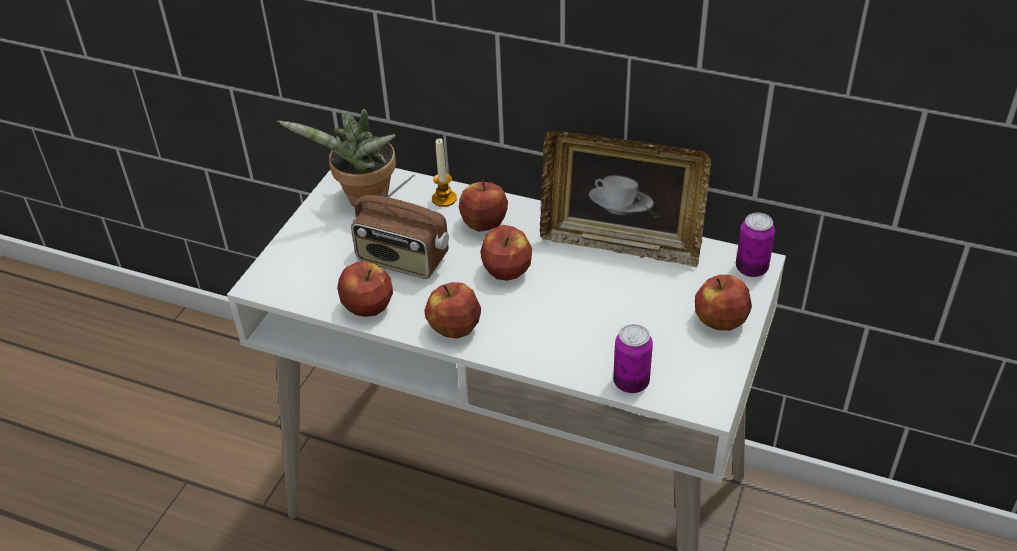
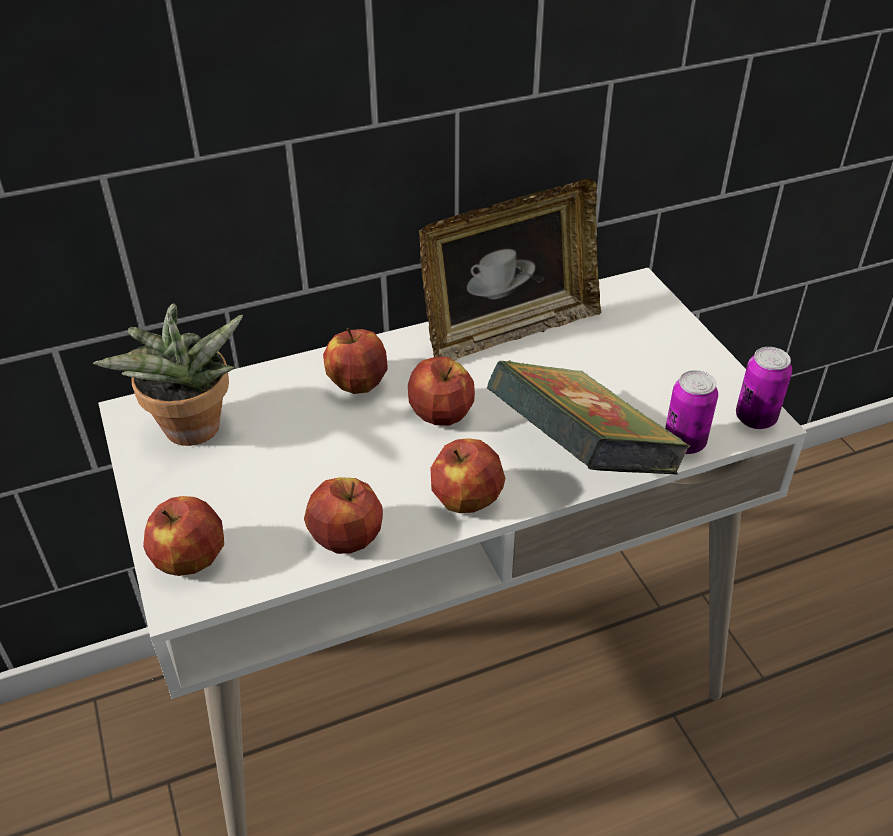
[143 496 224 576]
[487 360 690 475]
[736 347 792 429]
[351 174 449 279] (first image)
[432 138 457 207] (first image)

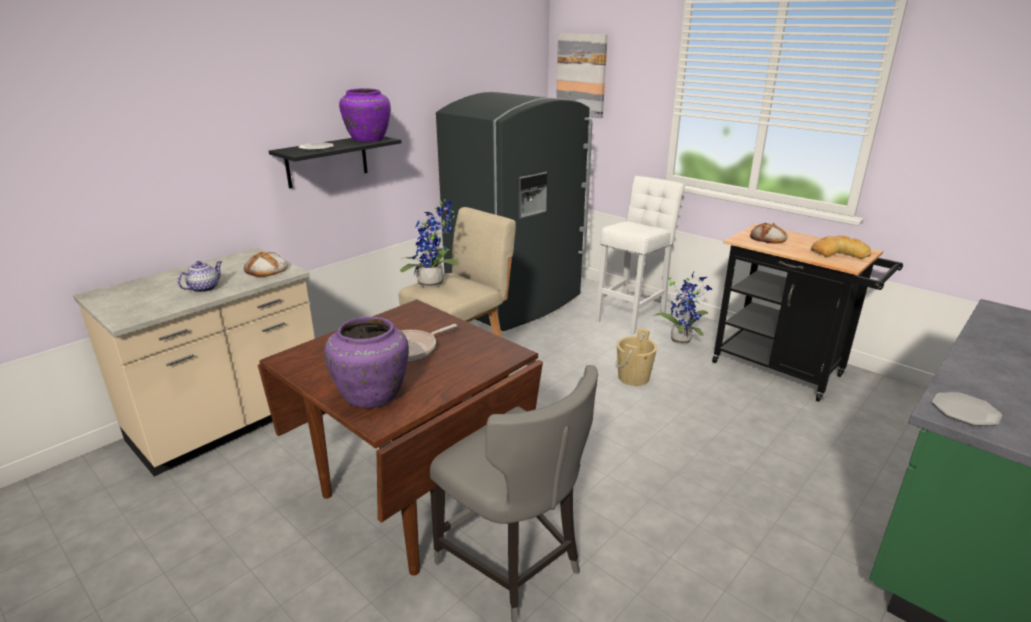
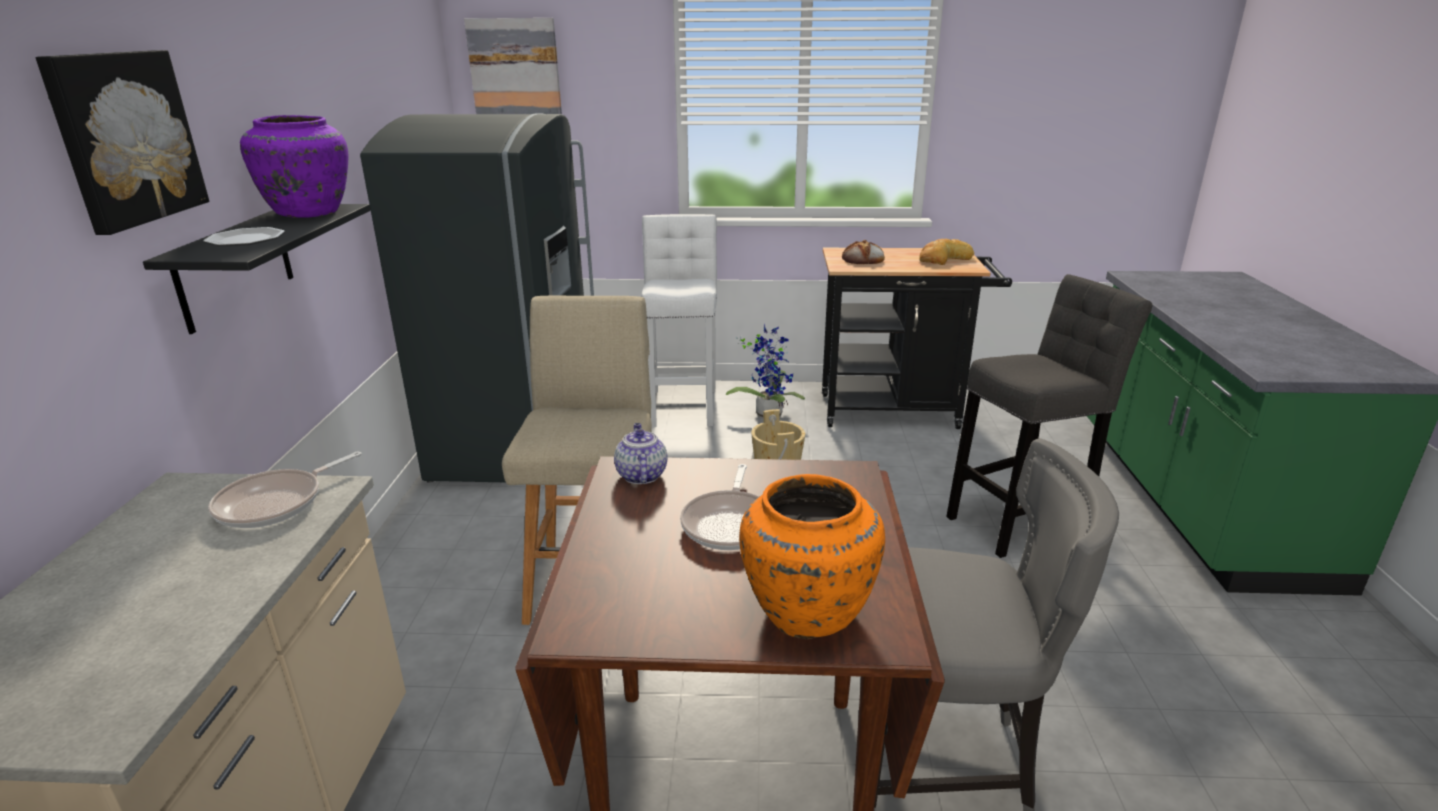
[35 50 209 235]
[208 452 361 528]
[614 423 668 484]
[739 474 885 639]
[946 274 1152 558]
[400 199 459 288] (first image)
[932 393 1002 426] (first image)

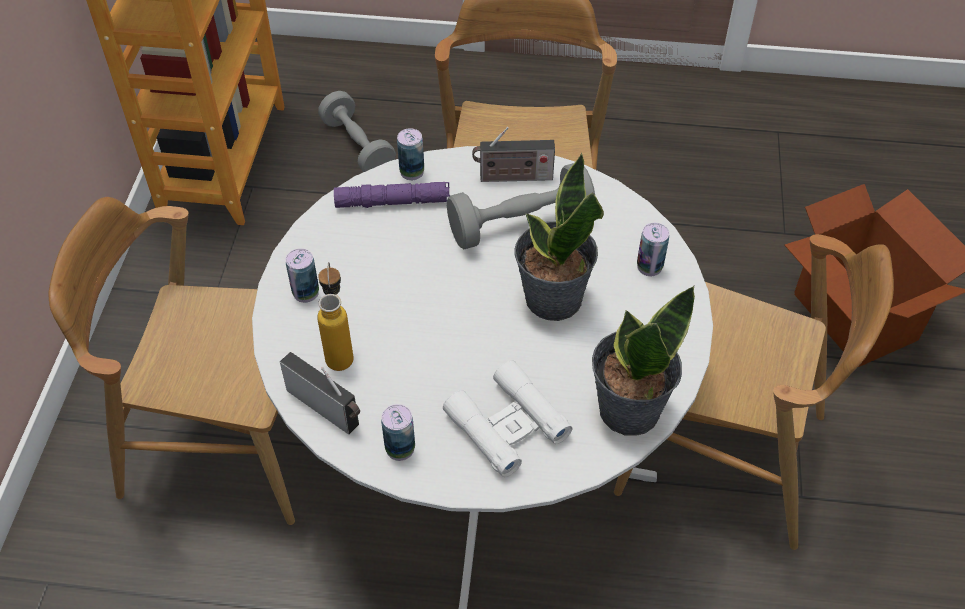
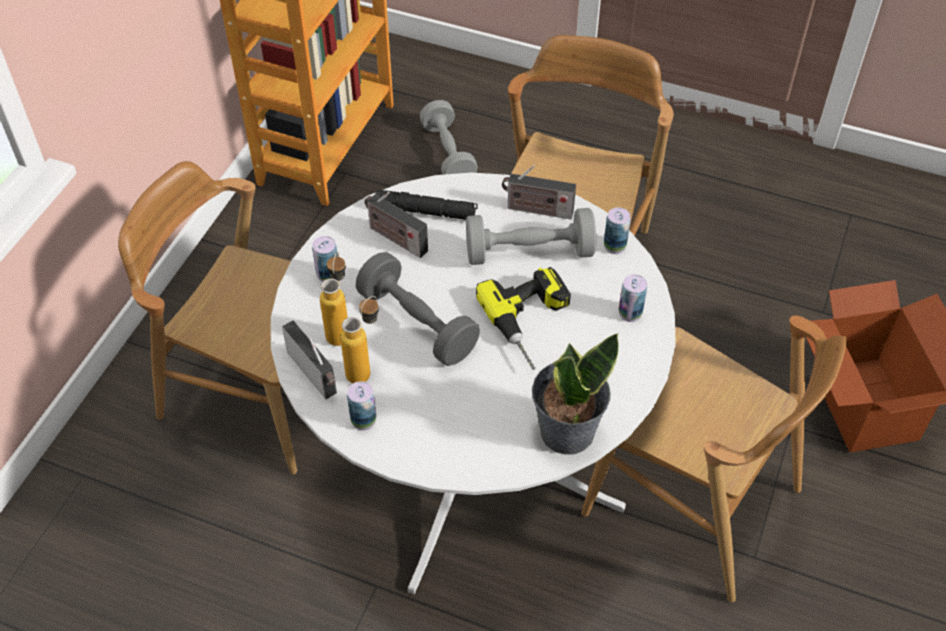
[340 296 379 383]
[356 252 480 366]
[364 192 428 258]
[375 190 478 220]
[476 267 571 370]
[604 207 631 254]
[443 360 572 477] (first image)

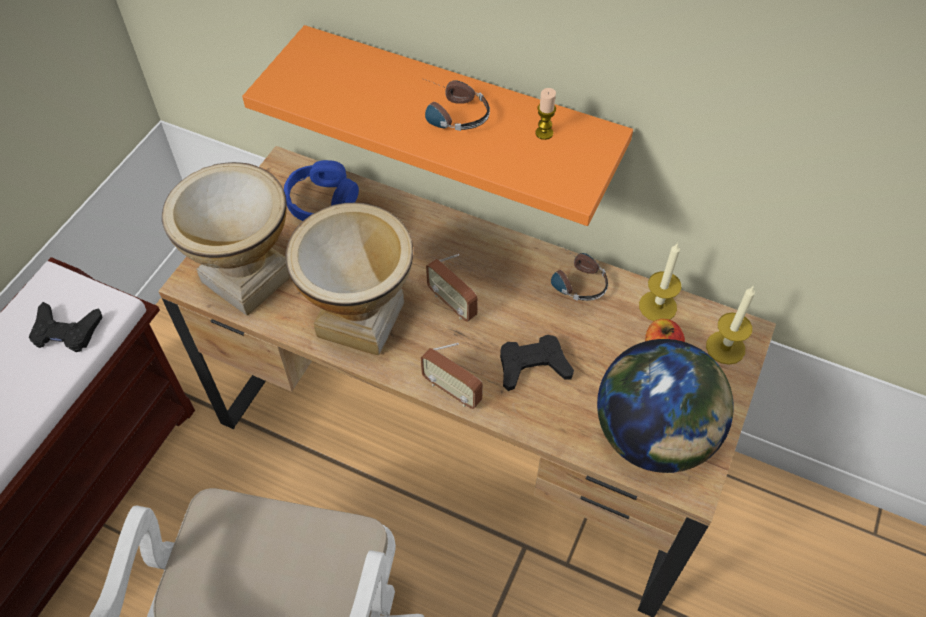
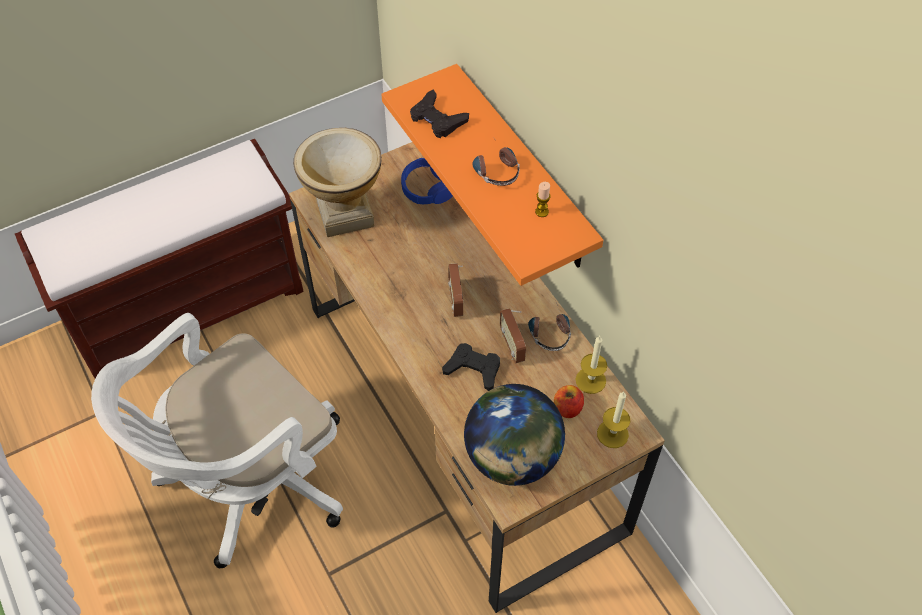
[410 89 469 138]
[499 308 526 363]
[285 203 413 355] (first image)

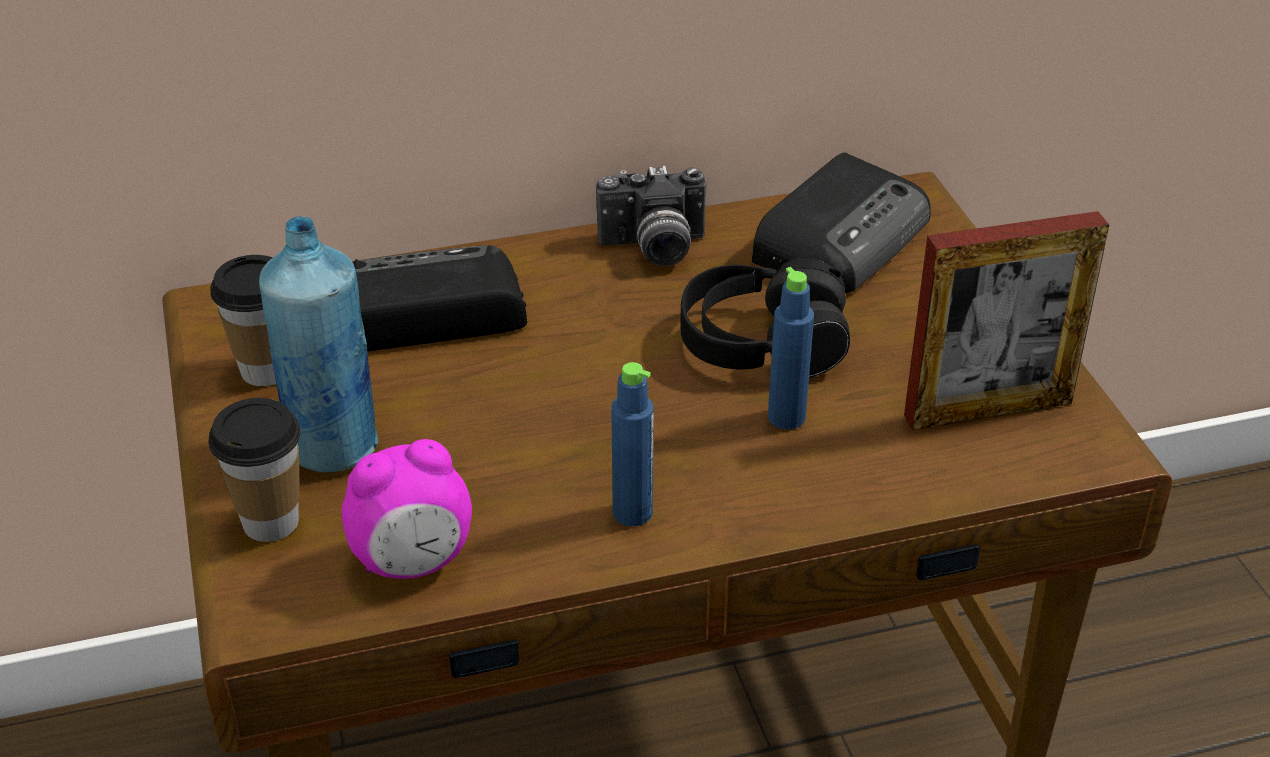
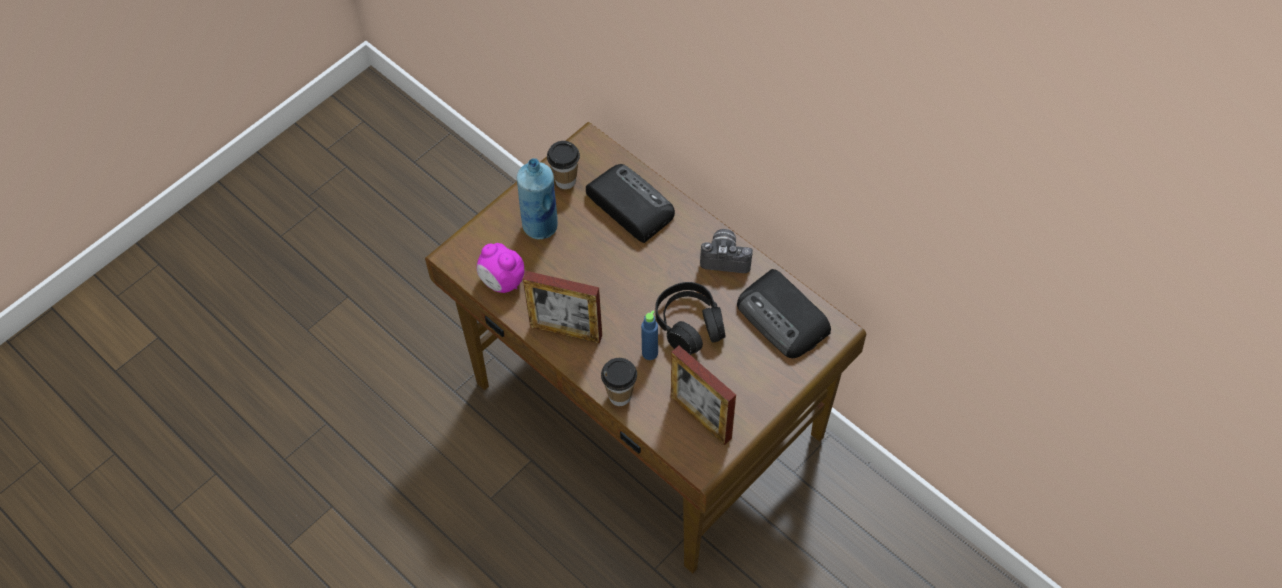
[523 271 602 344]
[601 358 637 406]
[700 229 753 273]
[737 269 831 358]

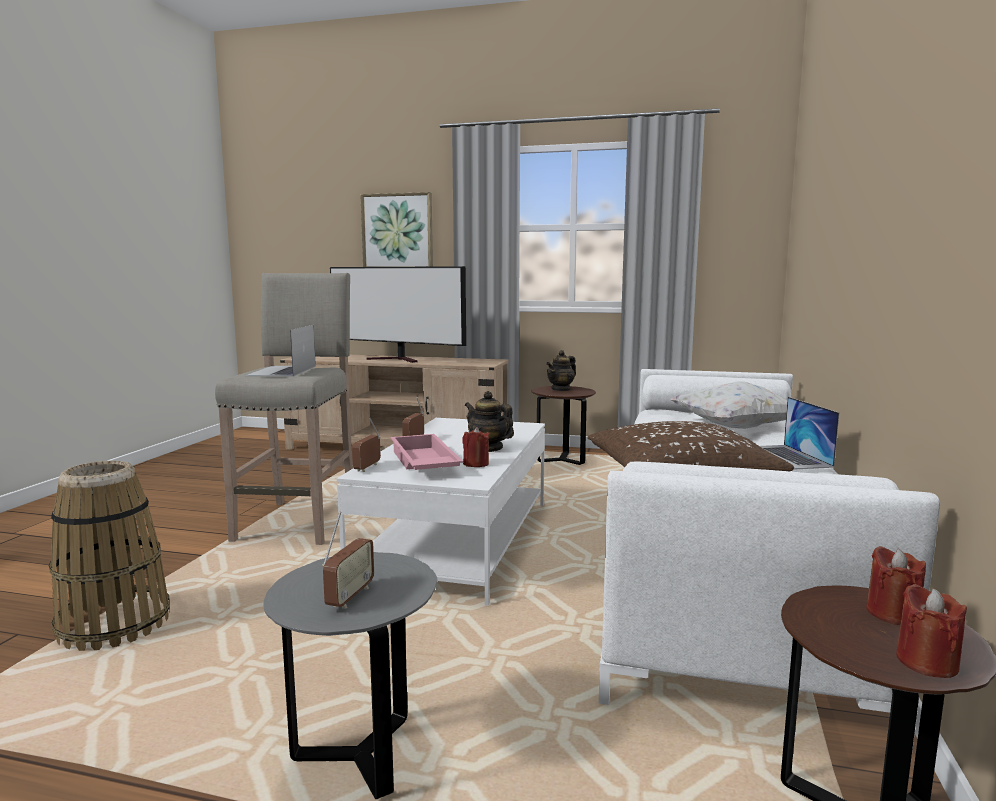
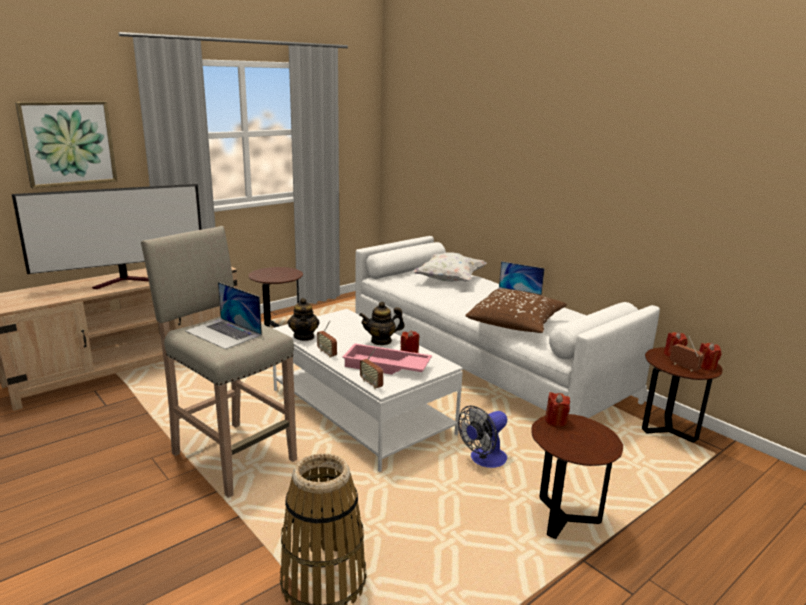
[288 298 320 341]
[458 406 507 468]
[531 414 623 539]
[545 392 570 427]
[670 335 703 372]

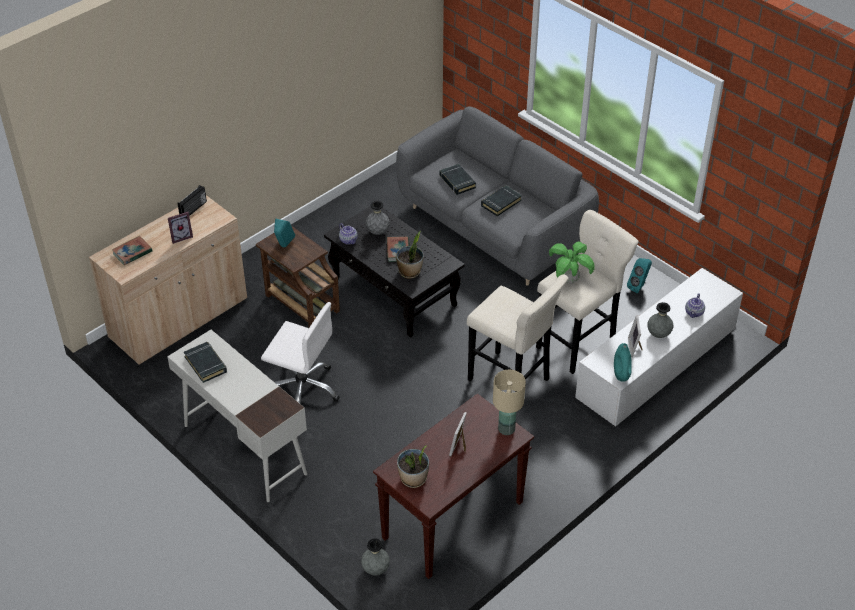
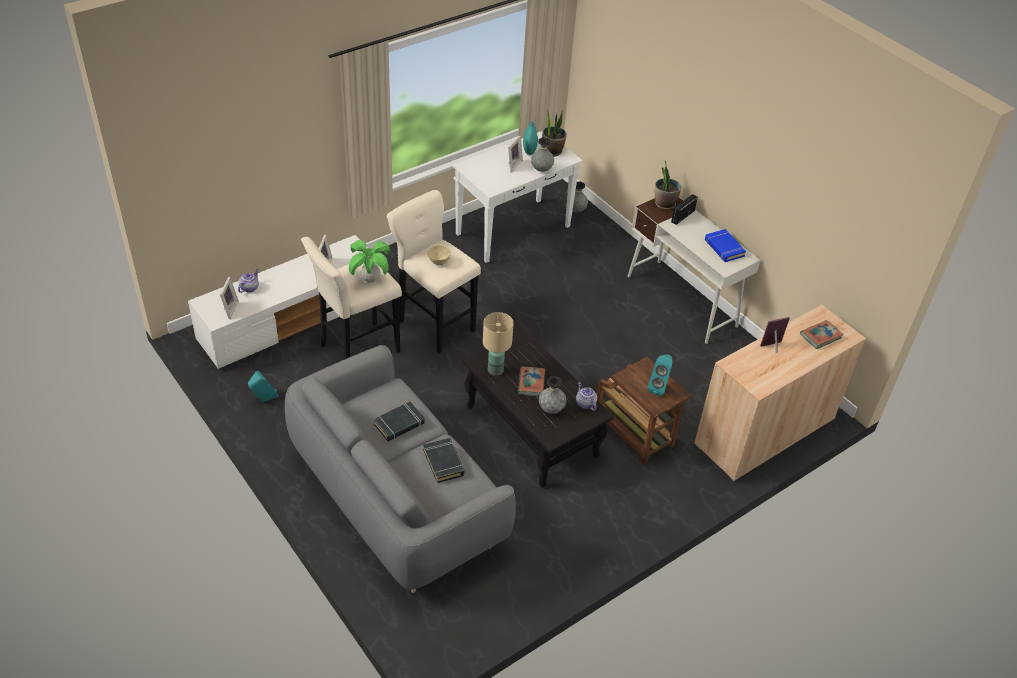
[220 277 239 319]
[428 245 451 265]
[453 131 583 263]
[483 312 514 376]
[523 122 538 155]
[531 137 554 172]
[655 160 681 210]
[671 194 698 225]
[705 229 746 262]
[261 302 340 404] (first image)

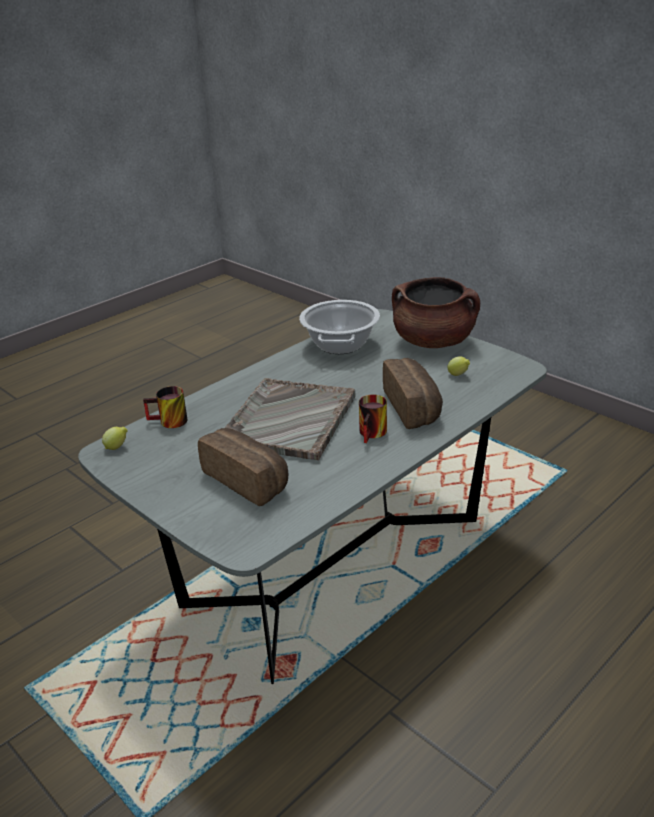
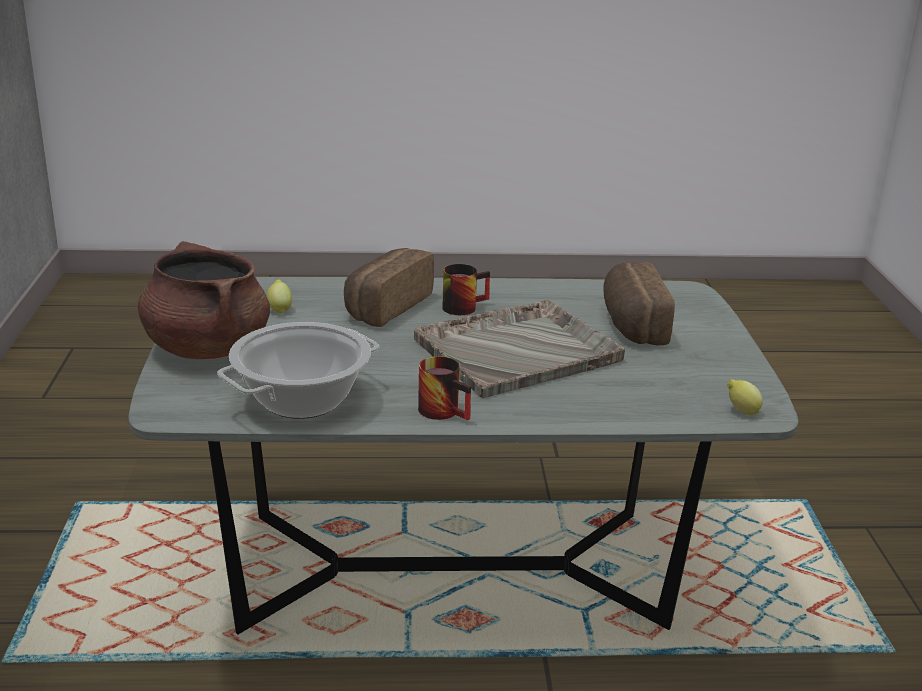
[418 356 471 421]

